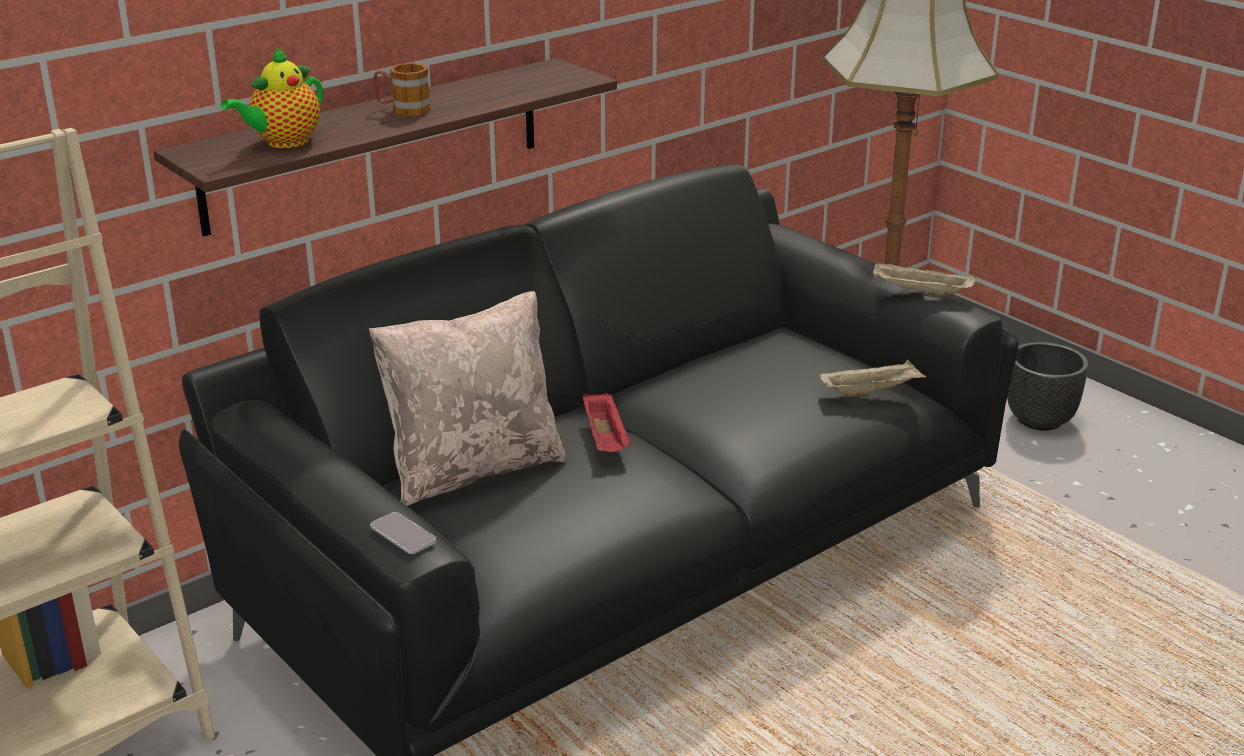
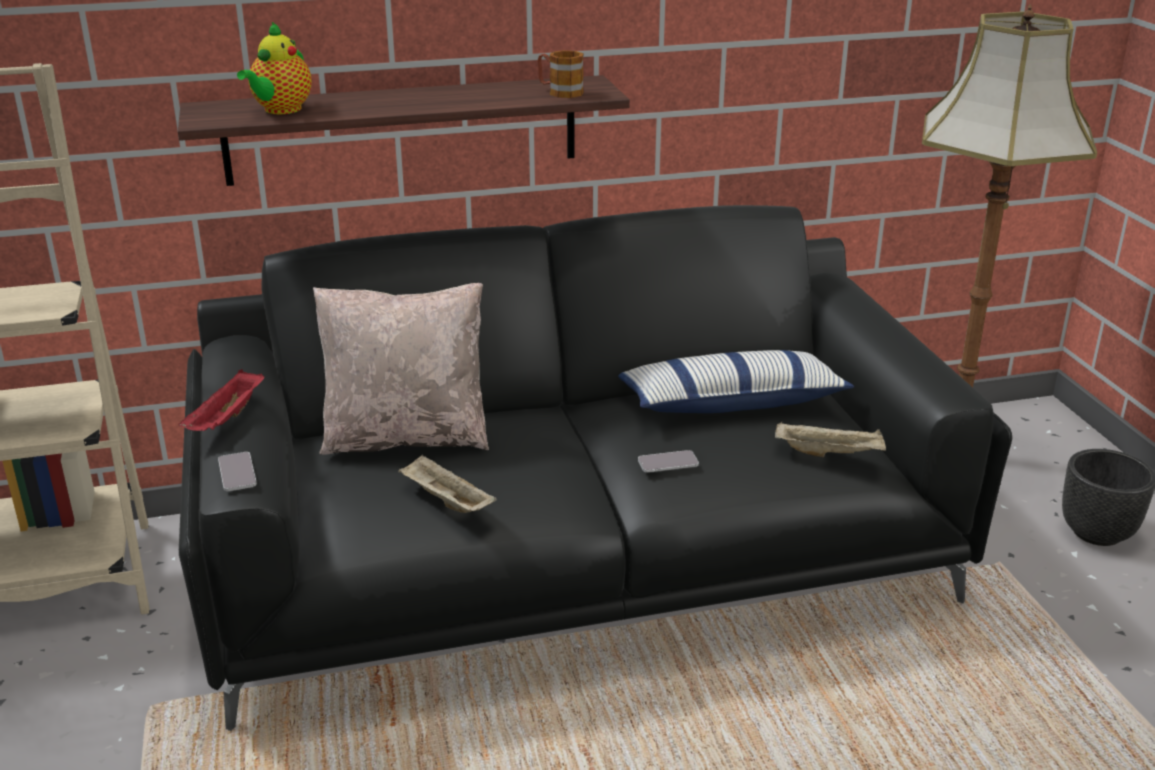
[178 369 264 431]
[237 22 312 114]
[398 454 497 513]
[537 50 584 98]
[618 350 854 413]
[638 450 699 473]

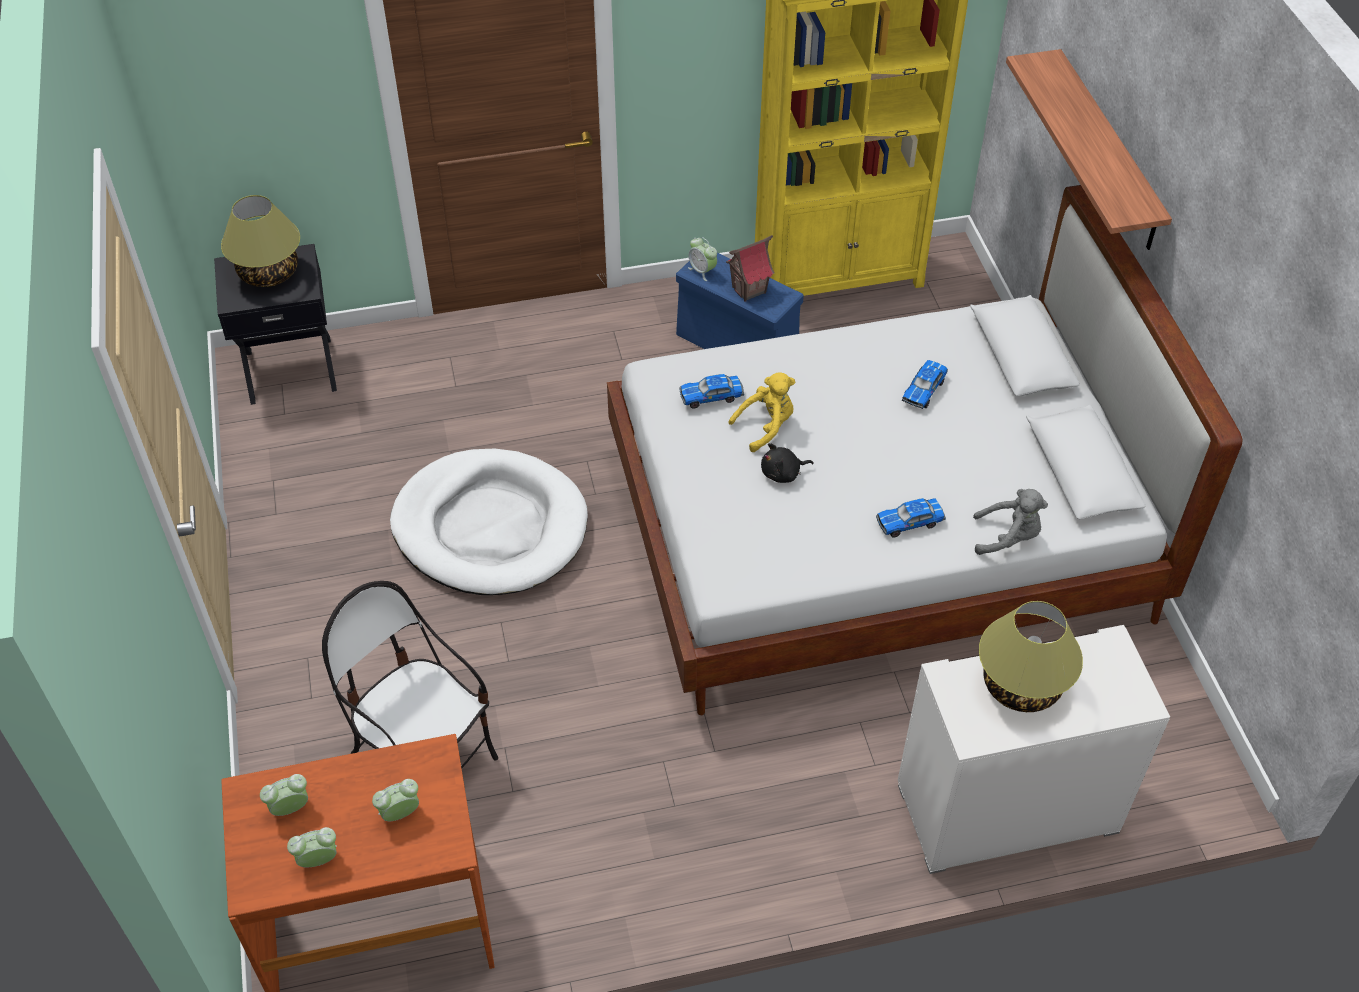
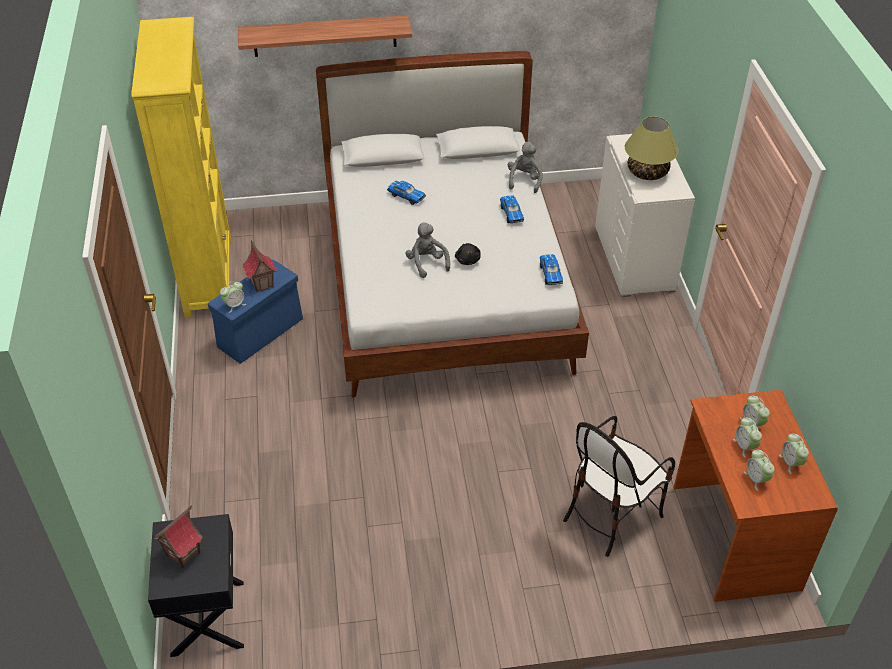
[155 505 203 568]
[405 222 450 278]
[540 254 563 285]
[733 417 762 457]
[390 448 588 595] (first image)

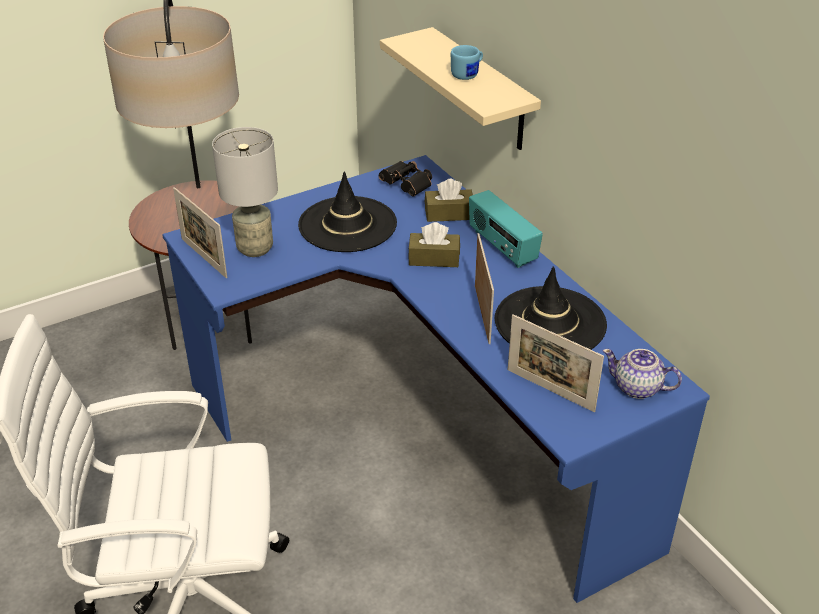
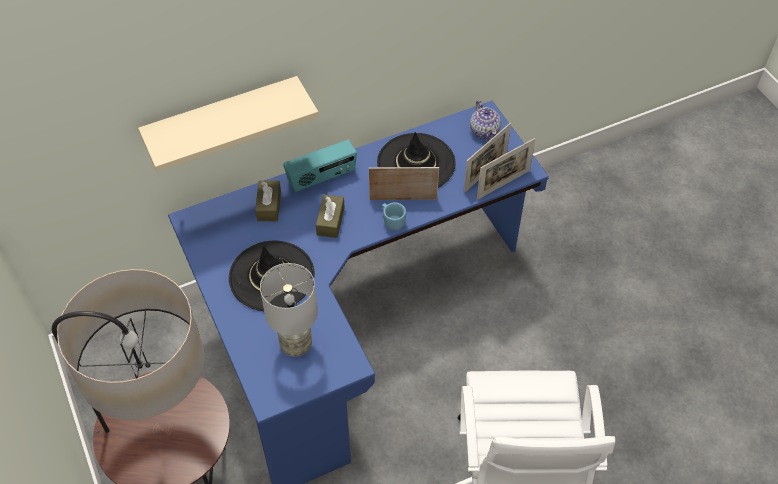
[382 202 406 230]
[470 100 501 141]
[477 138 535 200]
[378 161 432 197] (first image)

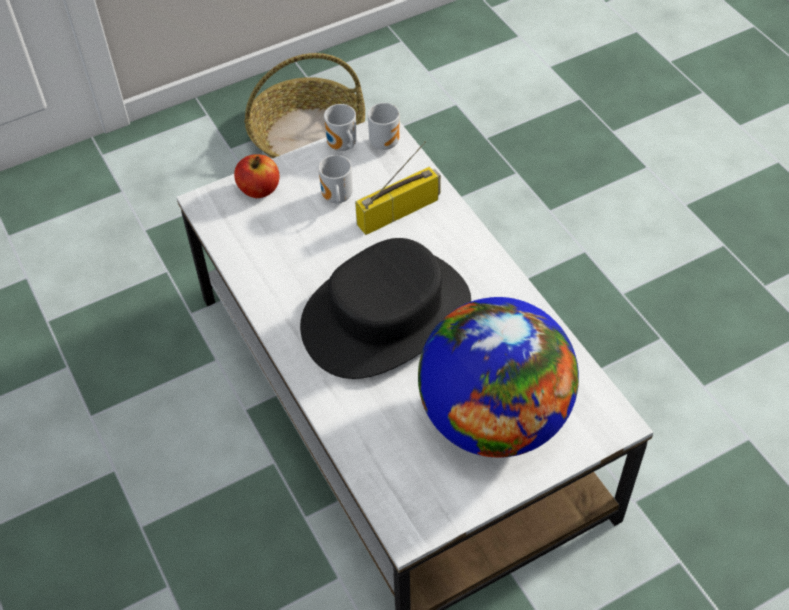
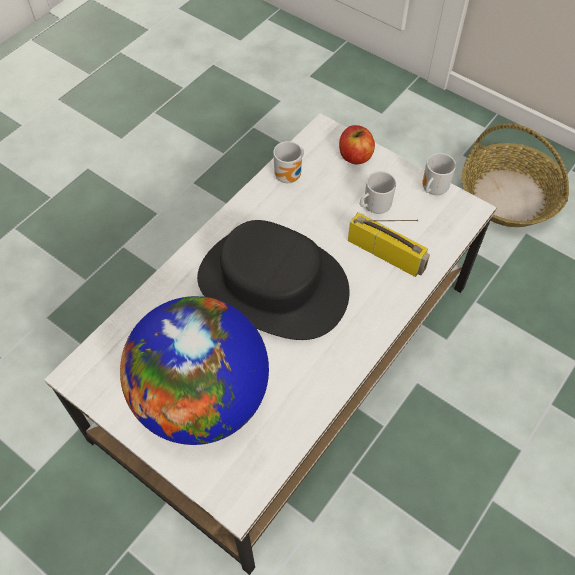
[273 141 304 183]

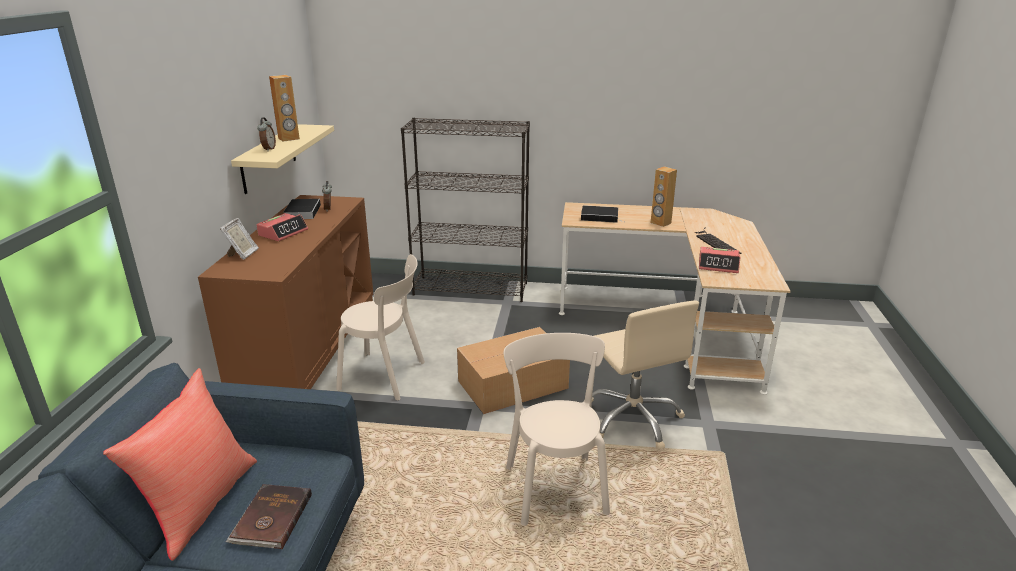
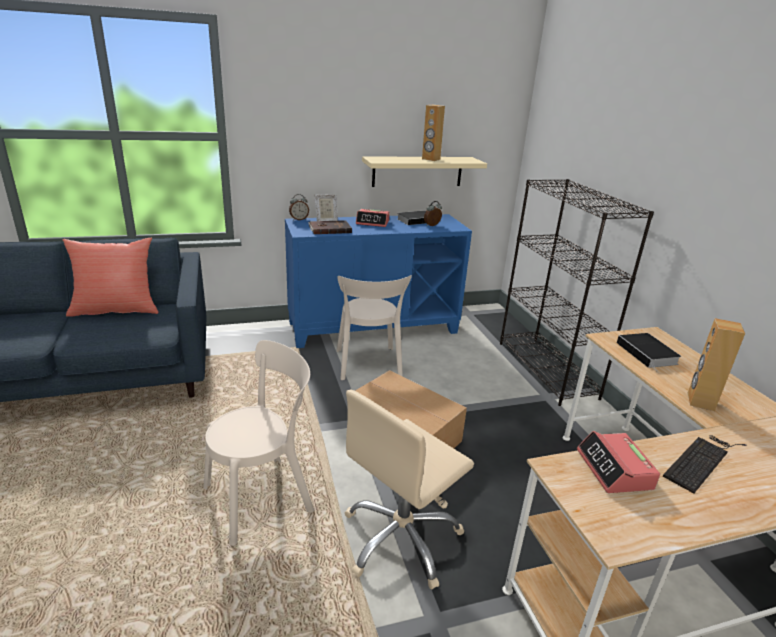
[285 214 472 348]
[289 194 309 220]
[308 220 352 234]

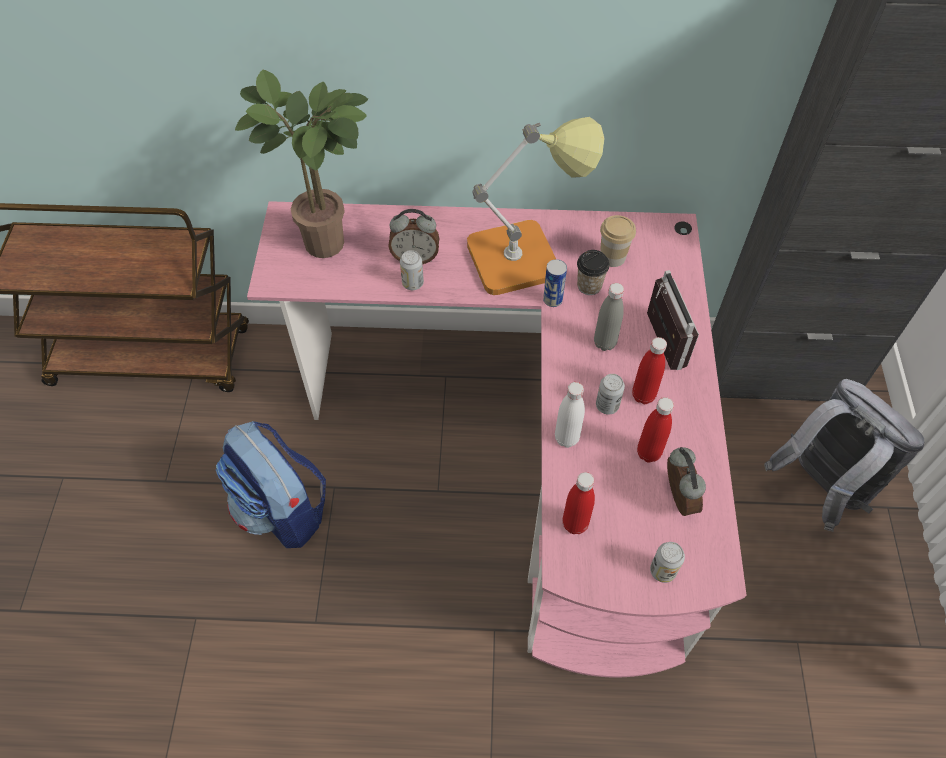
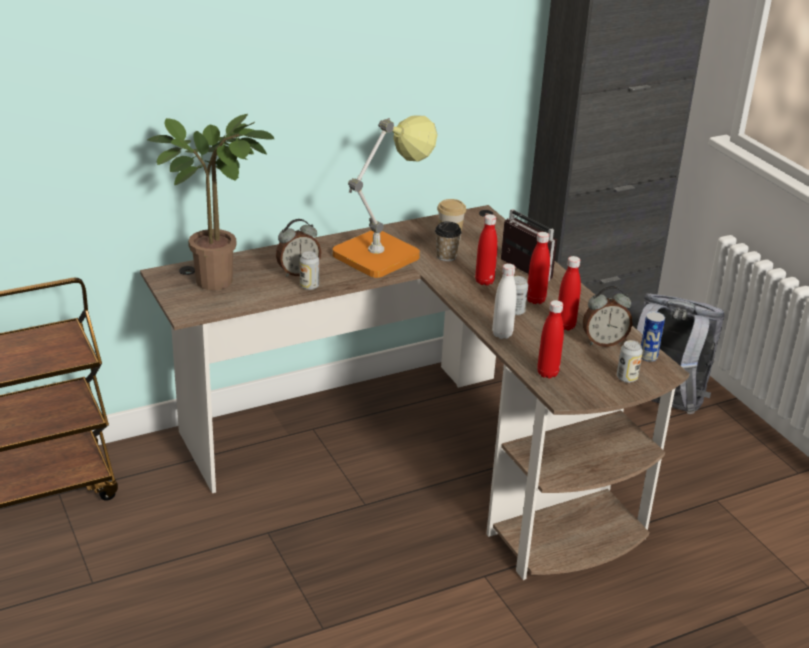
[140 205 689 580]
[475 214 498 286]
[583 286 632 347]
[641 311 665 362]
[216 421 326 548] (first image)

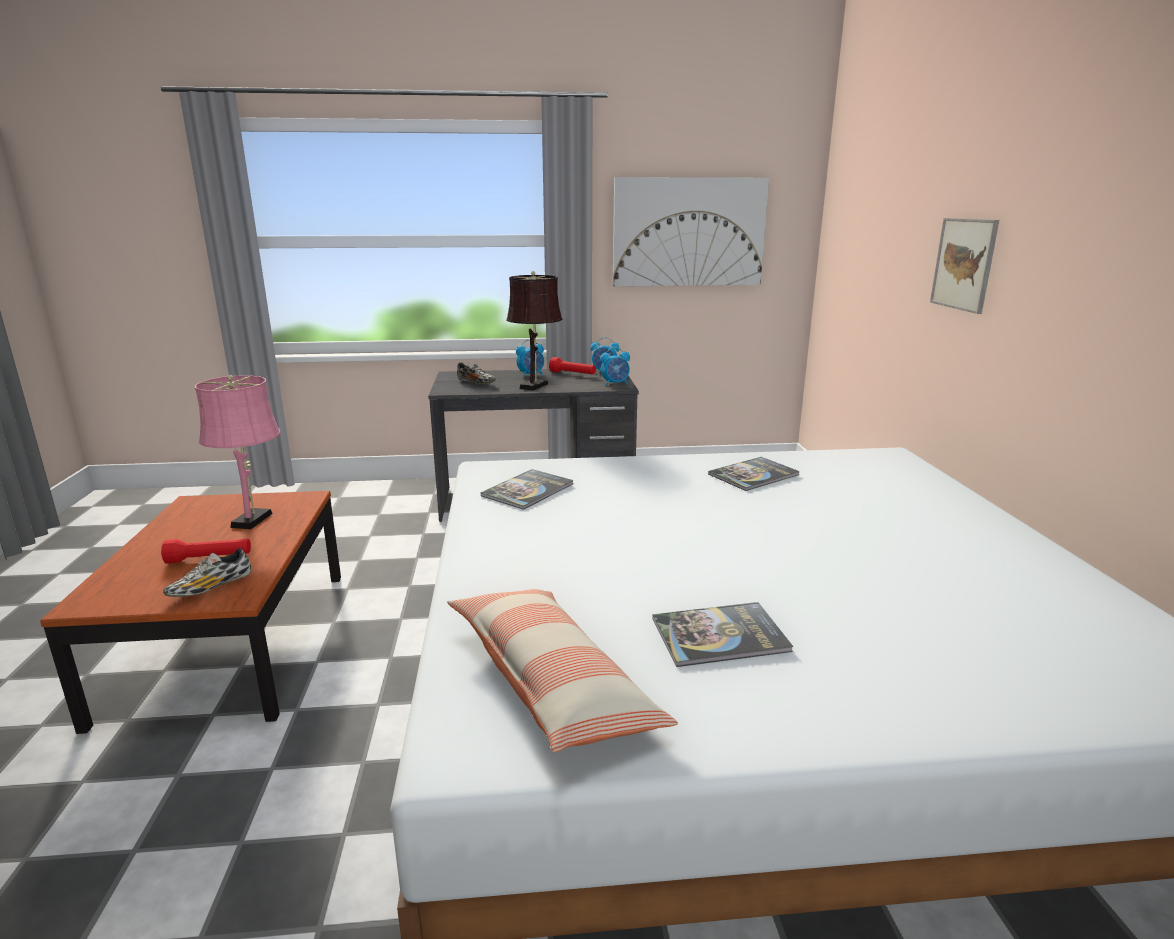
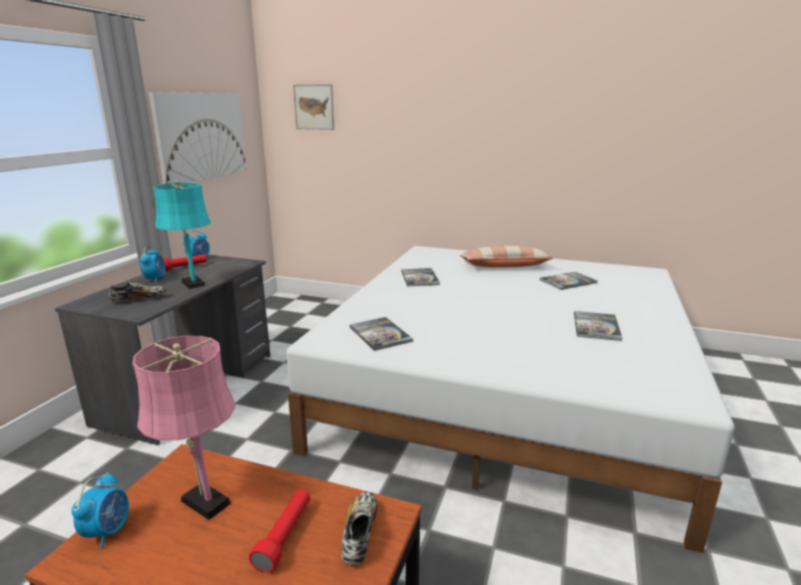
[71 472 129 549]
[153 180 211 289]
[293 84 334 130]
[341 491 377 565]
[460 246 553 267]
[539 272 597 290]

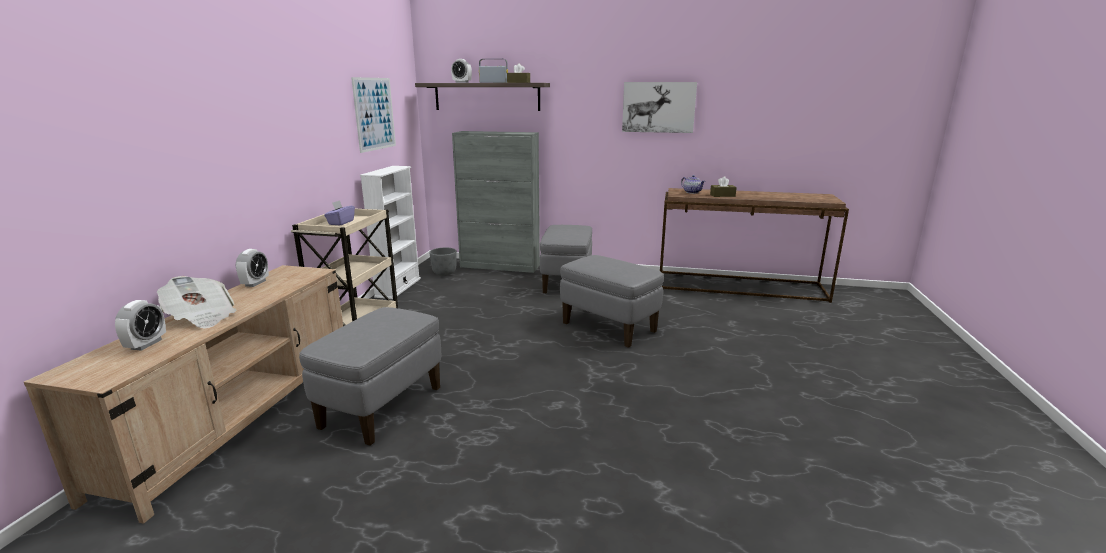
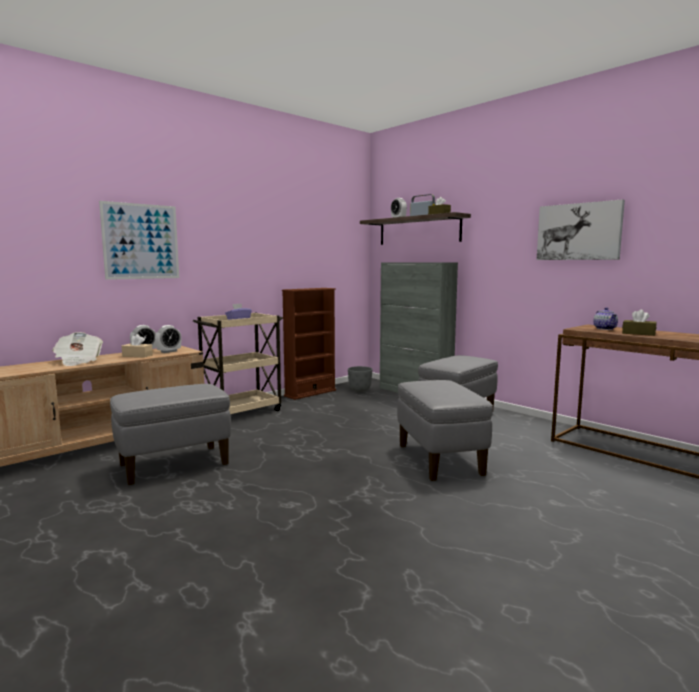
[99 201 179 280]
[122 334 153 358]
[155 325 181 353]
[282 288 336 400]

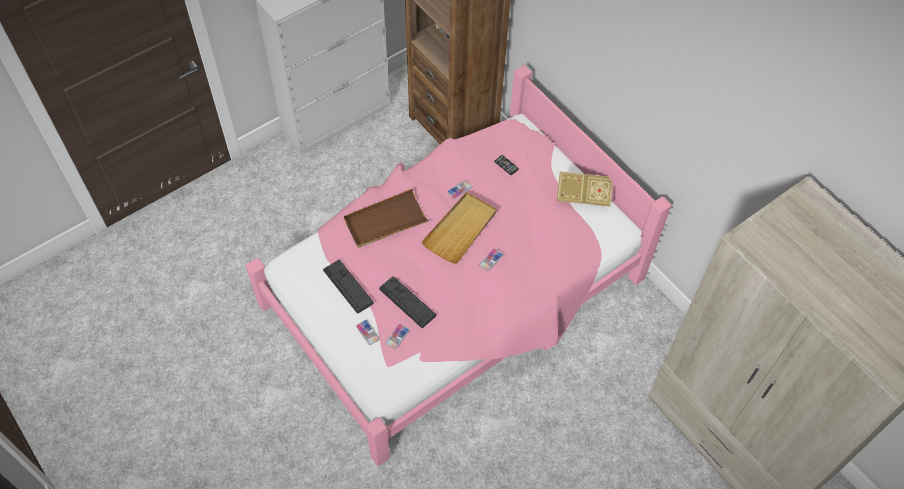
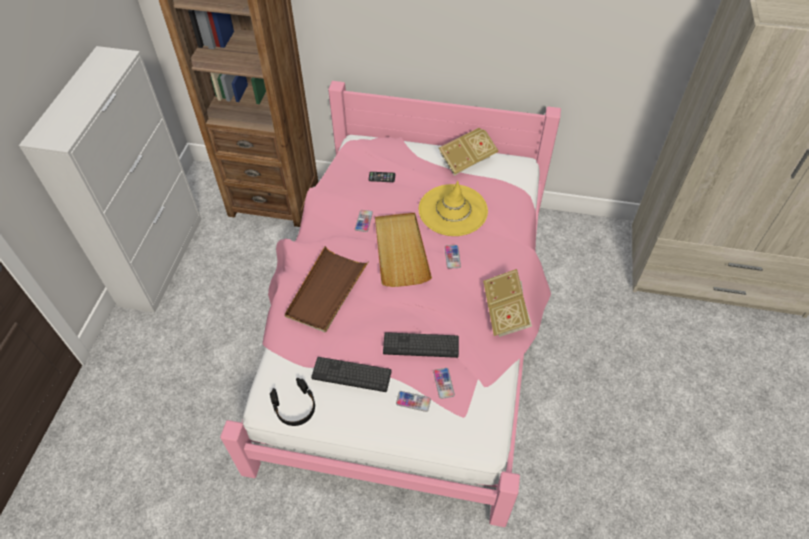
[270 378 315 426]
[419 181 488 236]
[483 269 532 337]

